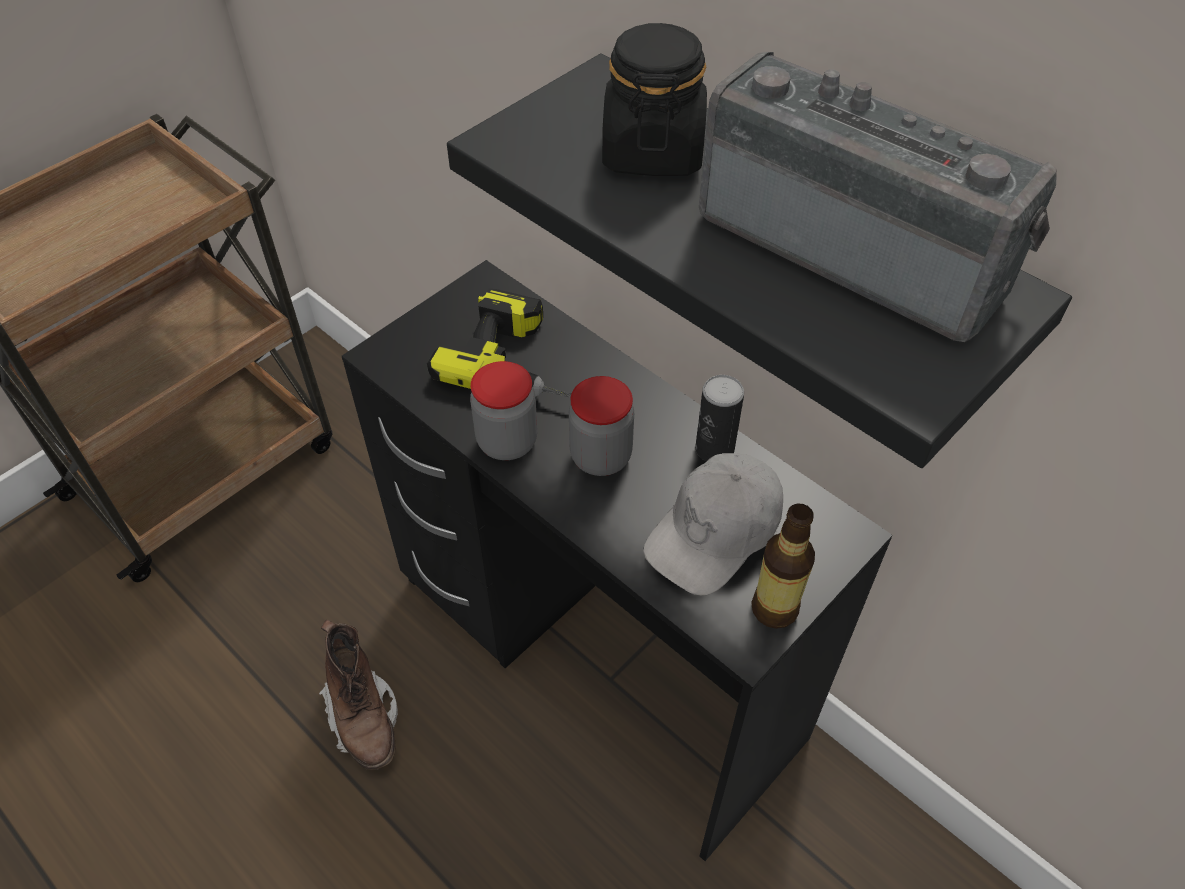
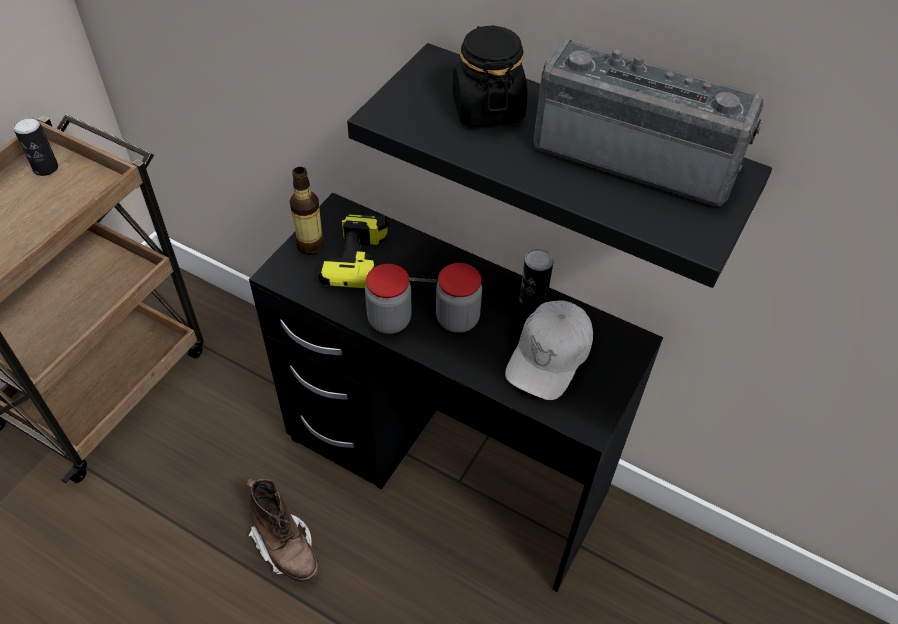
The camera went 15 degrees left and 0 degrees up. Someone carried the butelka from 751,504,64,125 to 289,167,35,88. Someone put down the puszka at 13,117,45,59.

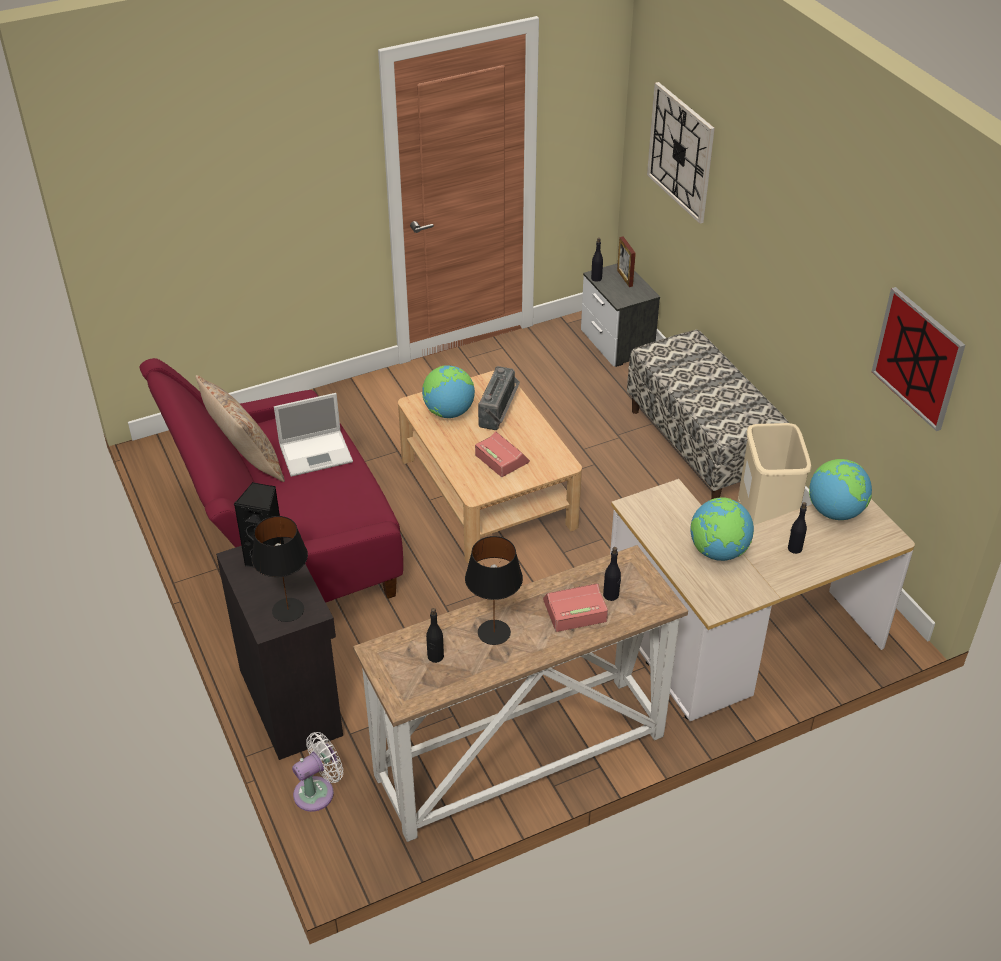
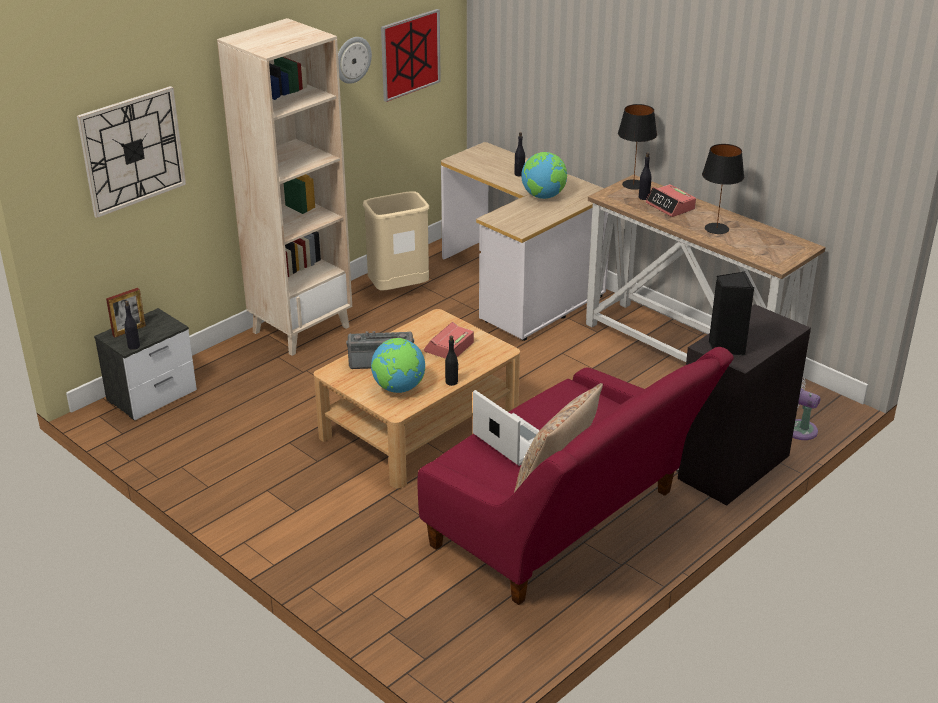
The camera went 110 degrees left and 10 degrees down. Someone swapped the ławka at 627,330,162,169 for the regał/beżowy at 217,18,135,338. Someone took away the globus at 809,459,63,61. Someone carried the lampa stołowa/czarny from 252,516,56,106 to 618,104,39,86. Someone carried the butelka/czarny from 426,608,18,55 to 445,336,13,50. Someone put up the zegar ścienny at 338,37,34,47.

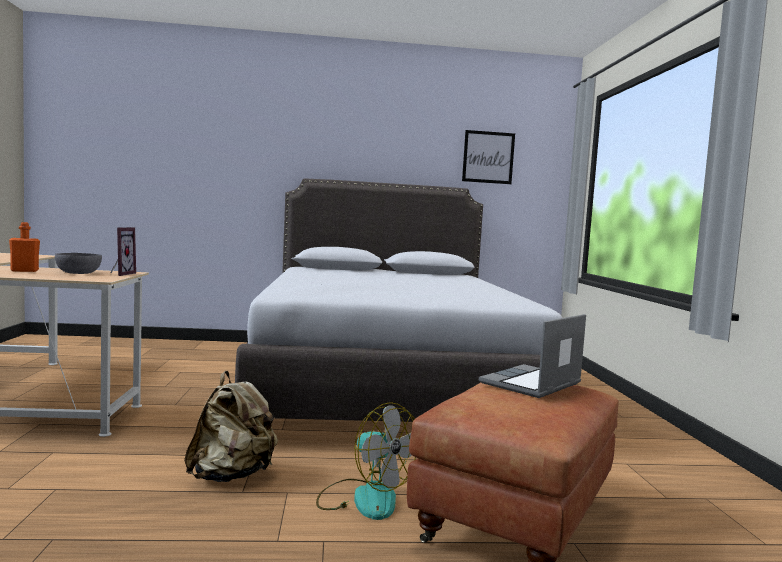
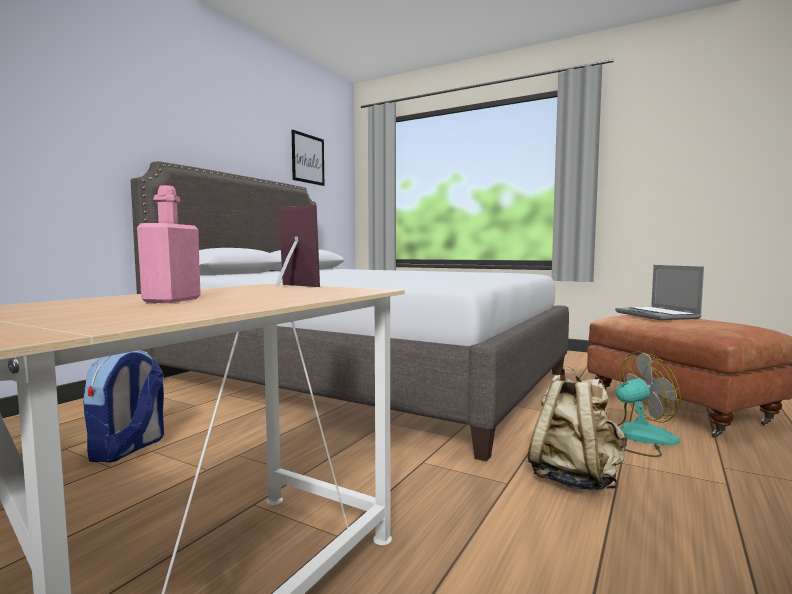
The camera went 55 degrees left and 0 degrees up. Someone repainted the butelka/pomarańczowy at 9,222,31,50, which became the butelka/różowy at 137,185,64,118. Someone took away the miska/szary at 55,253,47,21. Someone put down the plecak at 83,350,81,113.

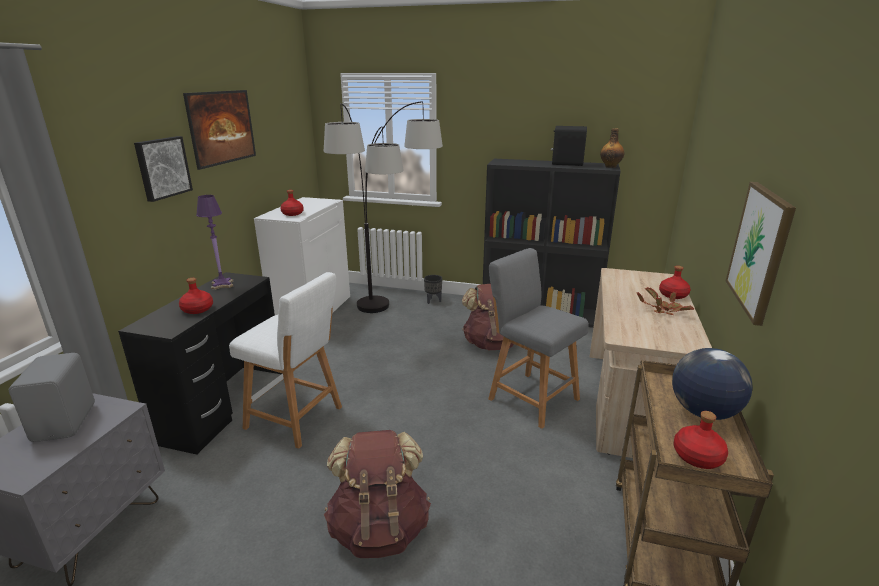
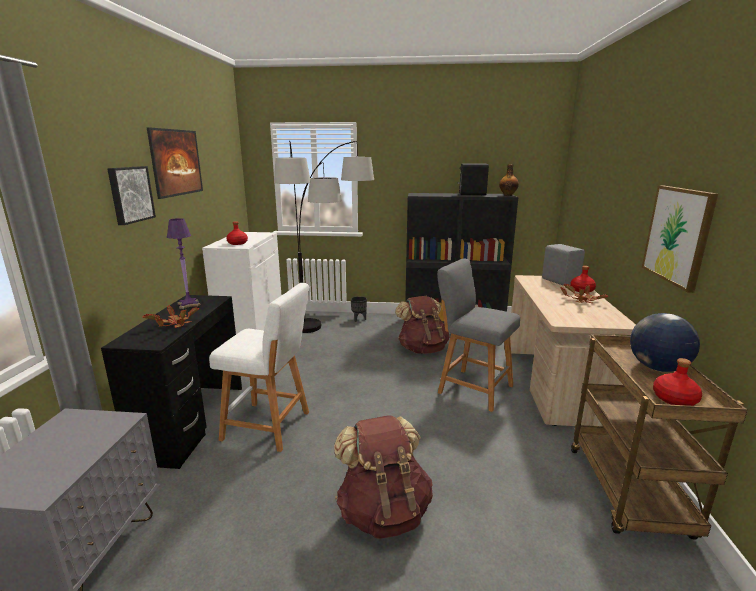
The camera went 10 degrees left and 5 degrees down. Someone swapped the butelka/czerwony at 179,278,34,36 for the roślina doniczkowa at 142,305,58,23. Someone carried the głośnik/szary from 9,353,86,89 to 542,244,43,41.

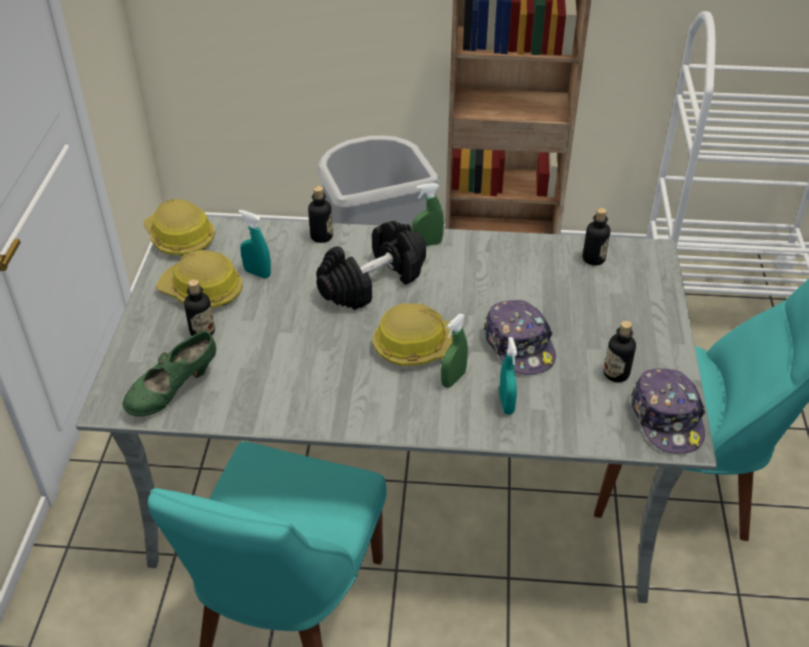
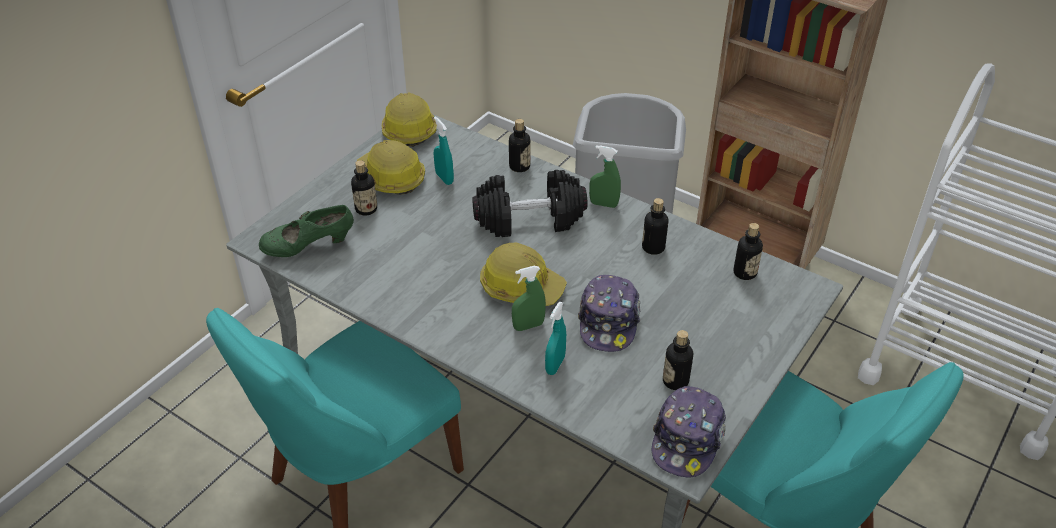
The camera went 30 degrees right and 0 degrees up. Someone put down the butelka at 642,198,26,57.

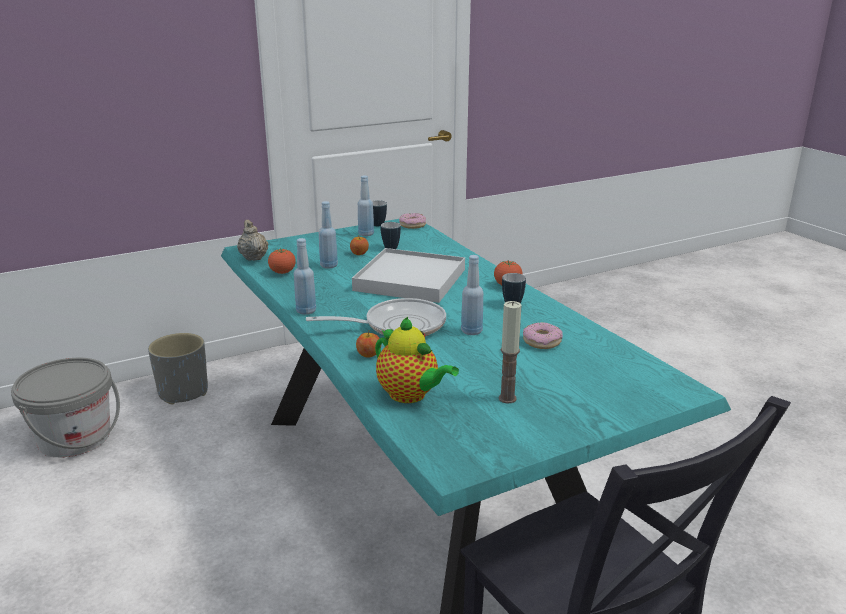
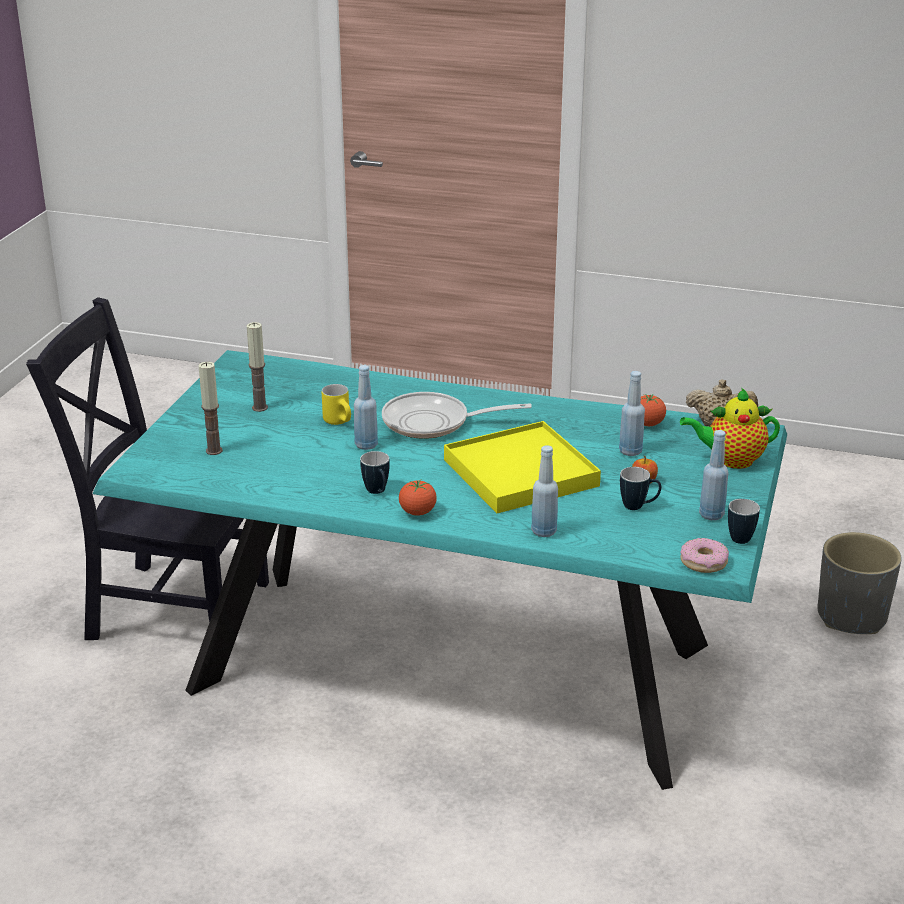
The camera went 135 degrees right and 5 degrees up. Someone carried the butelka/niebieski from 294,238,22,77 to 531,445,27,92. Someone repainted the taca/biały at 352,248,113,55, which became the taca/żółty at 444,421,157,92. Someone rotated the patelnia at 306,298,140,38 by 60 degrees clockwise. Someone carried the imbryk from 375,317,84,86 to 680,388,100,81. Someone took away the donut at 523,322,40,27. Someone took away the jabłko at 356,331,24,27. Someone took away the wiadro/szary at 11,358,109,100. Someone put down the świeca at 199,362,24,93. Someone put down the kubek/żółty at 322,384,29,41.

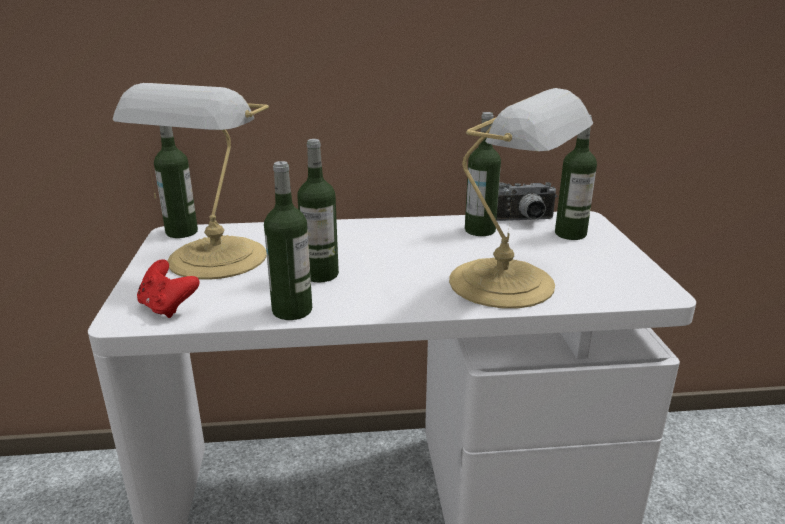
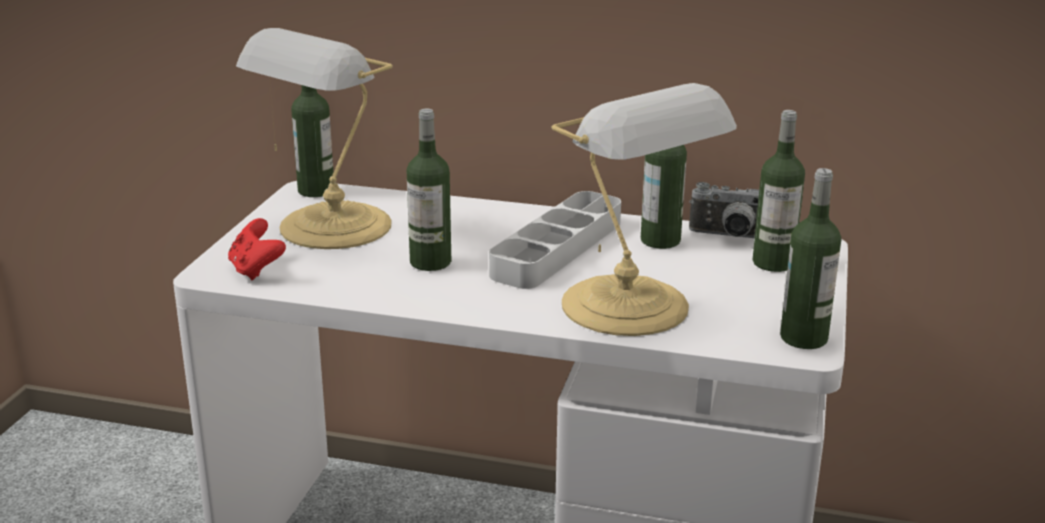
The camera went 20 degrees right and 0 degrees up. Someone carried the butelka from 264,161,48,159 to 780,168,61,181. Someone put down the taca/szary at 489,191,132,98.

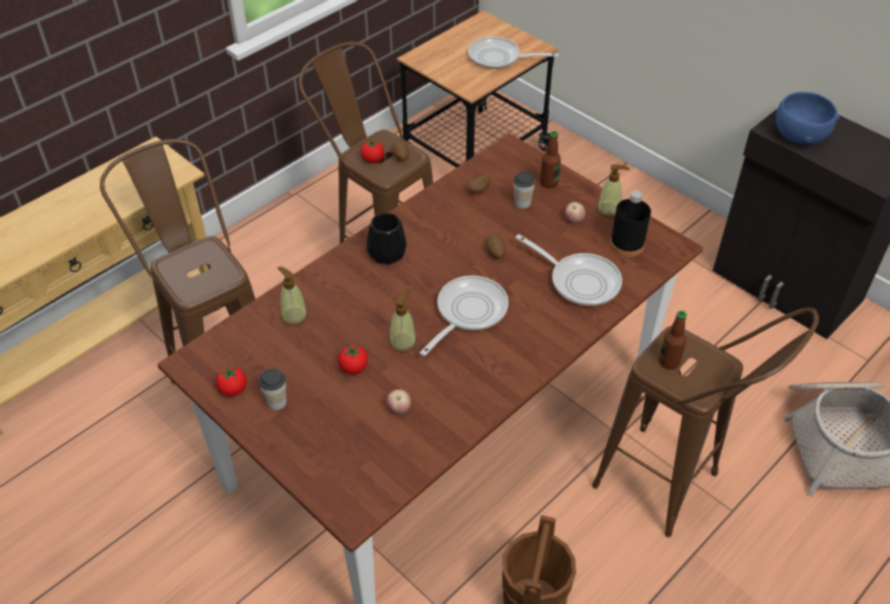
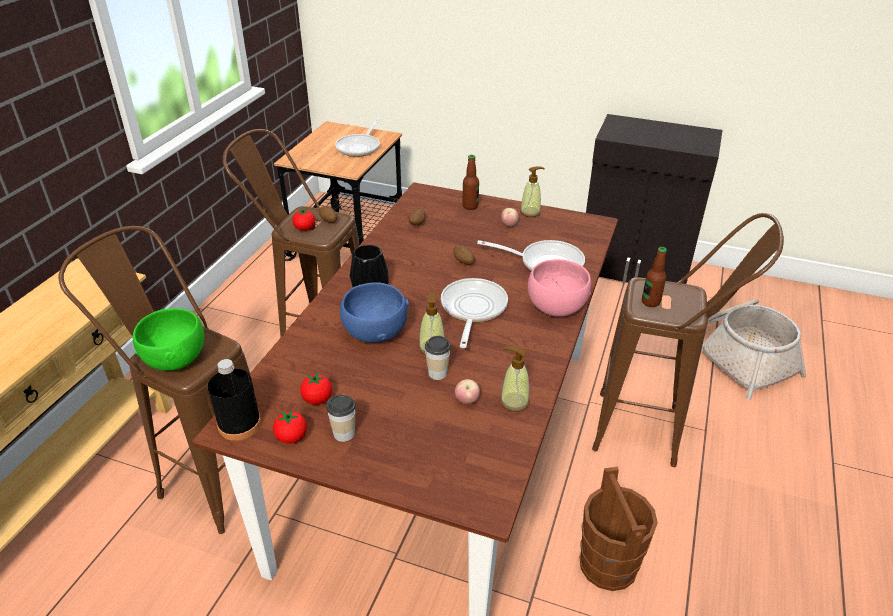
The camera went 25 degrees left and 10 degrees down. Someone rotated the patelnia at 468,37,90,32 by 60 degrees counterclockwise. Someone carried the miska/niebieski from 776,92,63,52 to 340,282,69,61. Someone carried the filiżanka from 513,171,22,38 to 425,336,26,44. Someone carried the butelka/czarny from 610,191,41,66 to 208,359,53,82. Someone carried the dozownik mydła from 278,267,30,59 to 500,346,30,66. Someone carried the pomidor from 338,345,30,29 to 300,371,32,33. Someone put down the miska/różowy at 528,259,63,58. Someone put down the miska/zielony at 133,308,71,63.

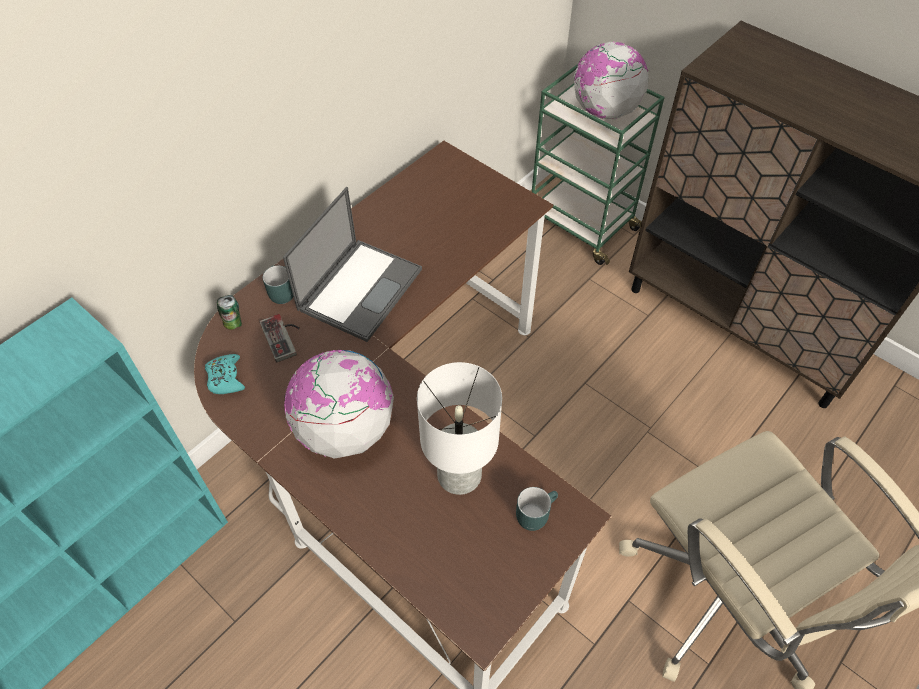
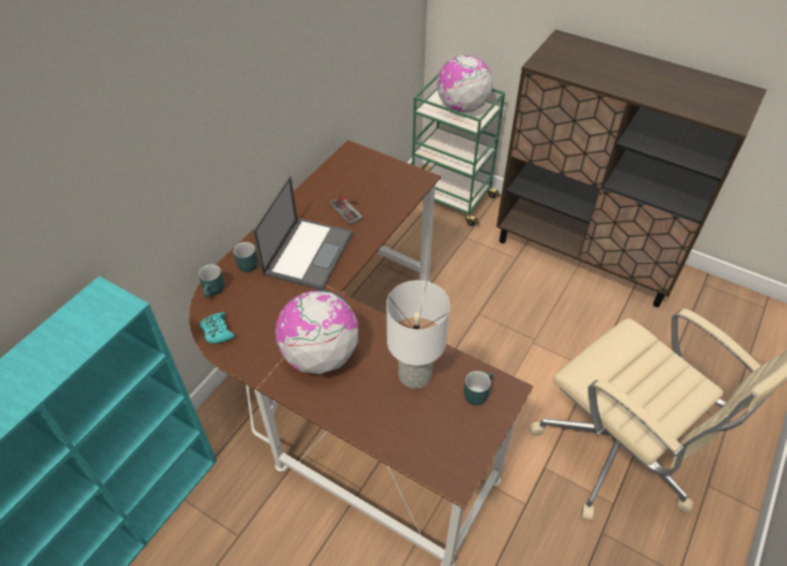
The camera went 10 degrees left and 5 degrees down. Someone swapped the puszka at 217,295,25,35 for the kubek/turkusowy at 198,264,26,34. Someone carried the pad do gier from 260,314,40,48 to 330,196,32,29.

